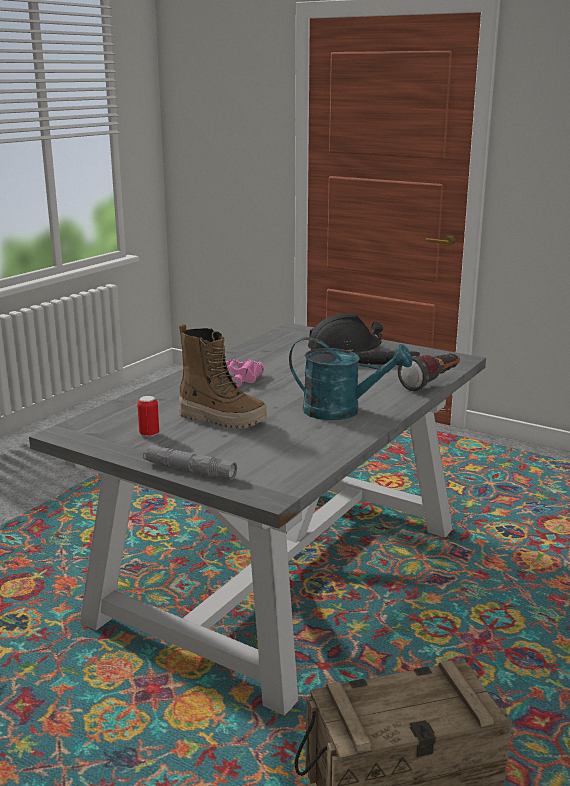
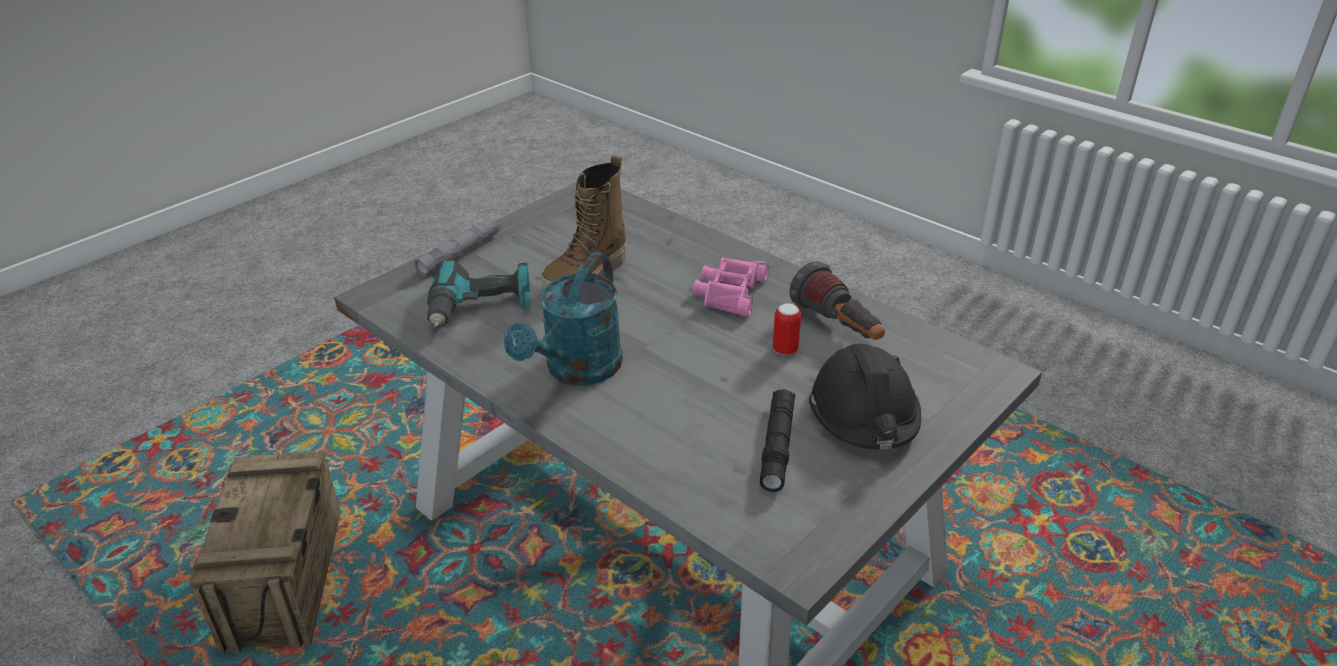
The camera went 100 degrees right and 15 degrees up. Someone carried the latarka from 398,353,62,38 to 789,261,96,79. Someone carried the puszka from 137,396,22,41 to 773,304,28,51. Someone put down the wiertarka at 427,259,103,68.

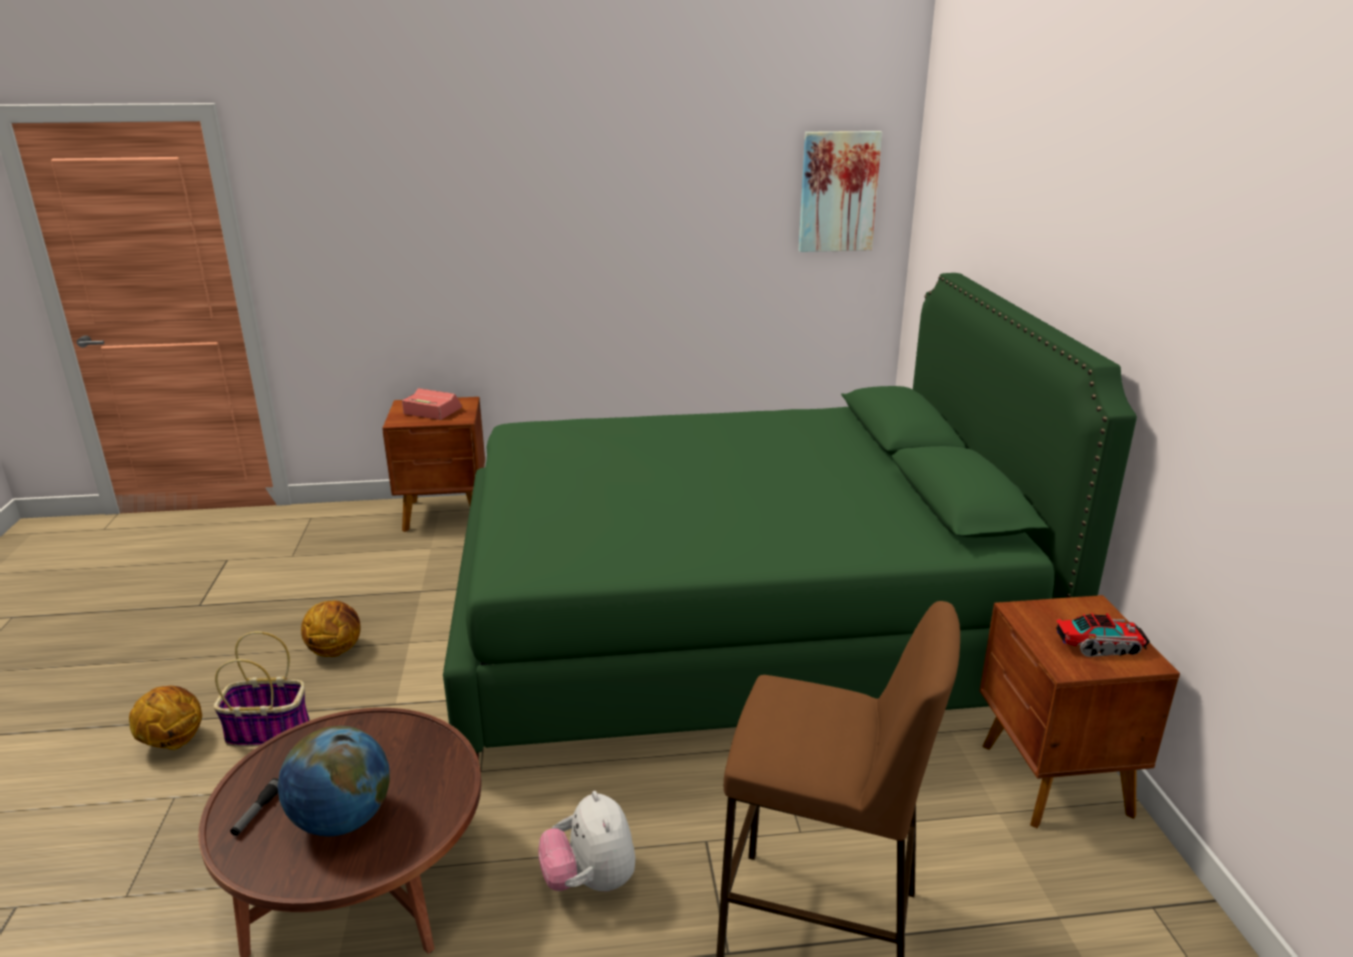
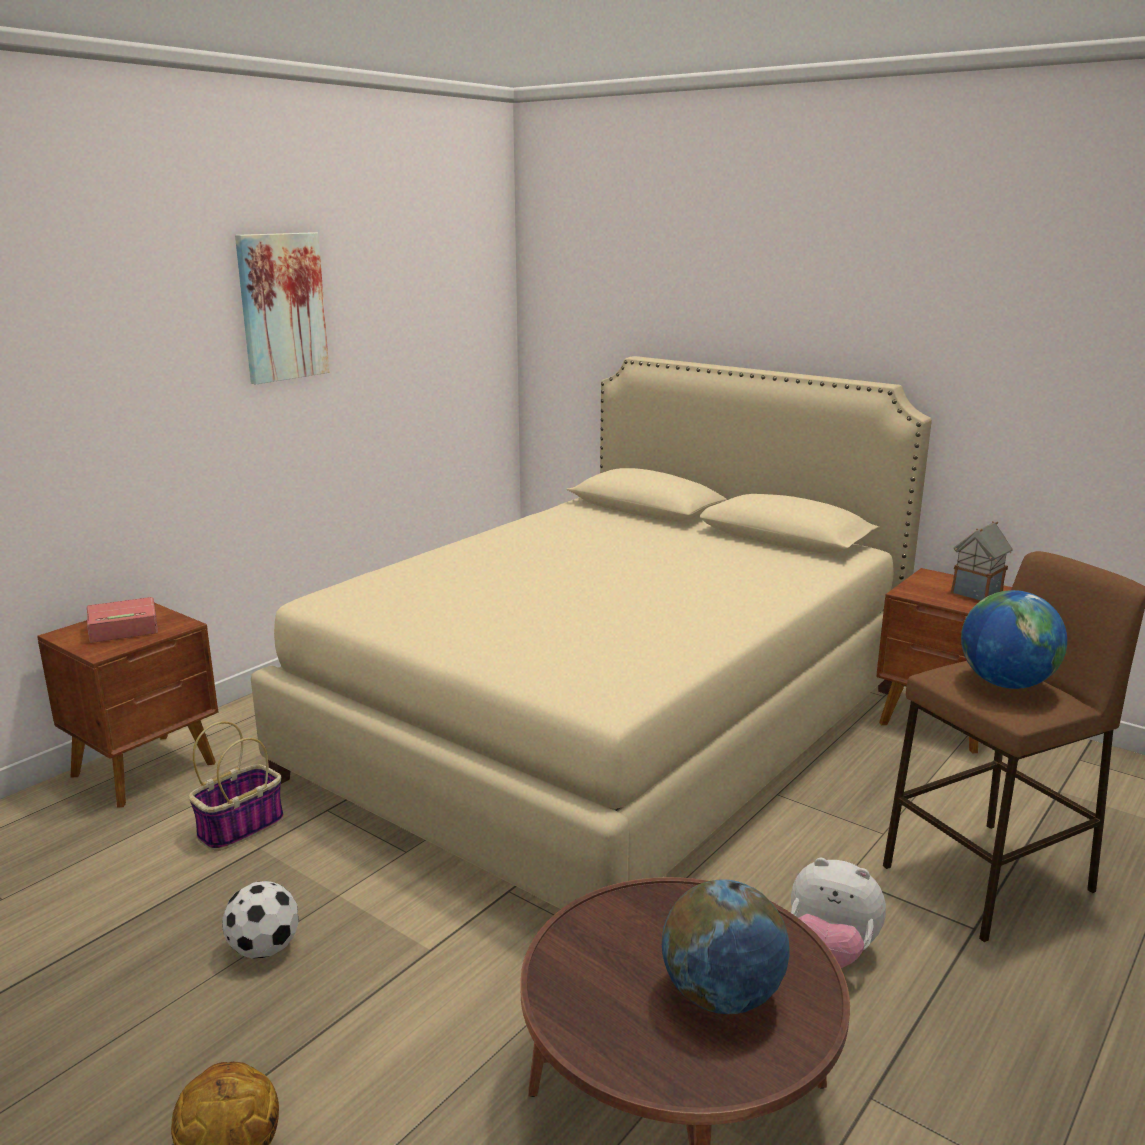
The camera went 45 degrees left and 5 degrees down. Someone carried the obraz from 799,131,83,121 to 235,232,94,152. Someone repainted the łóżko/zielony at 443,273,694,487, which became the łóżko/beżowy at 251,356,681,553. Someone swapped the piłka do koszykówki at 301,600,60,57 for the piłka futbolowa at 222,881,77,78. Someone swapped the ciężarówka zabawkowa at 1056,613,94,44 for the domek at 951,521,62,79. Someone carried the koszyk from 214,631,96,116 to 189,721,95,130. Someone took away the latarka at 230,778,48,58. Someone put down the globus at 961,590,106,99.

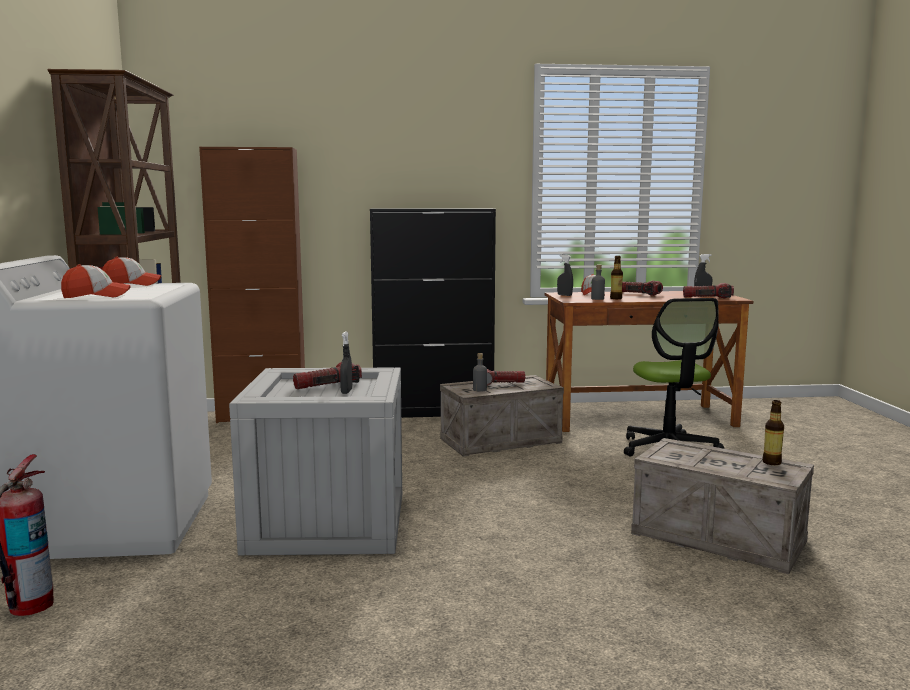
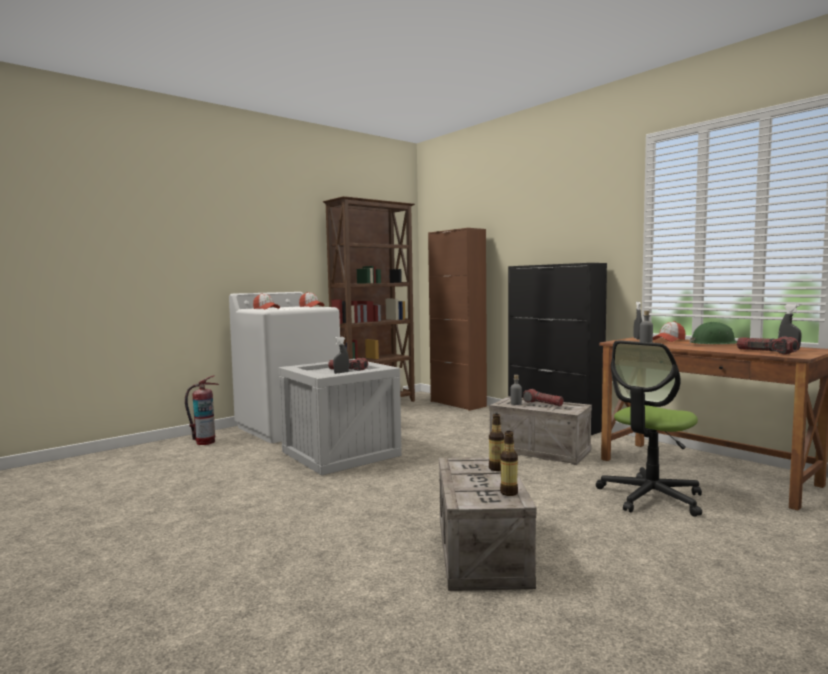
The camera went 55 degrees right and 5 degrees down. Someone carried the butelka from 610,256,13,43 to 489,414,15,57. Someone swapped the latarka at 622,281,41,15 for the kask/zielony at 690,322,47,22.

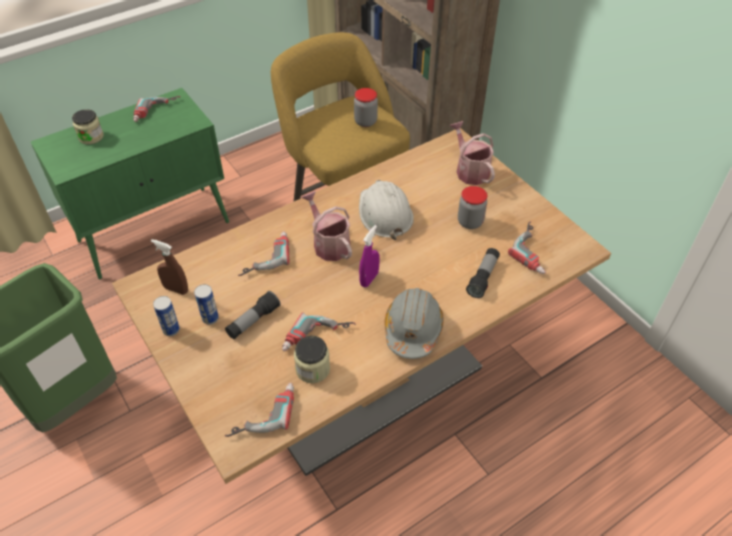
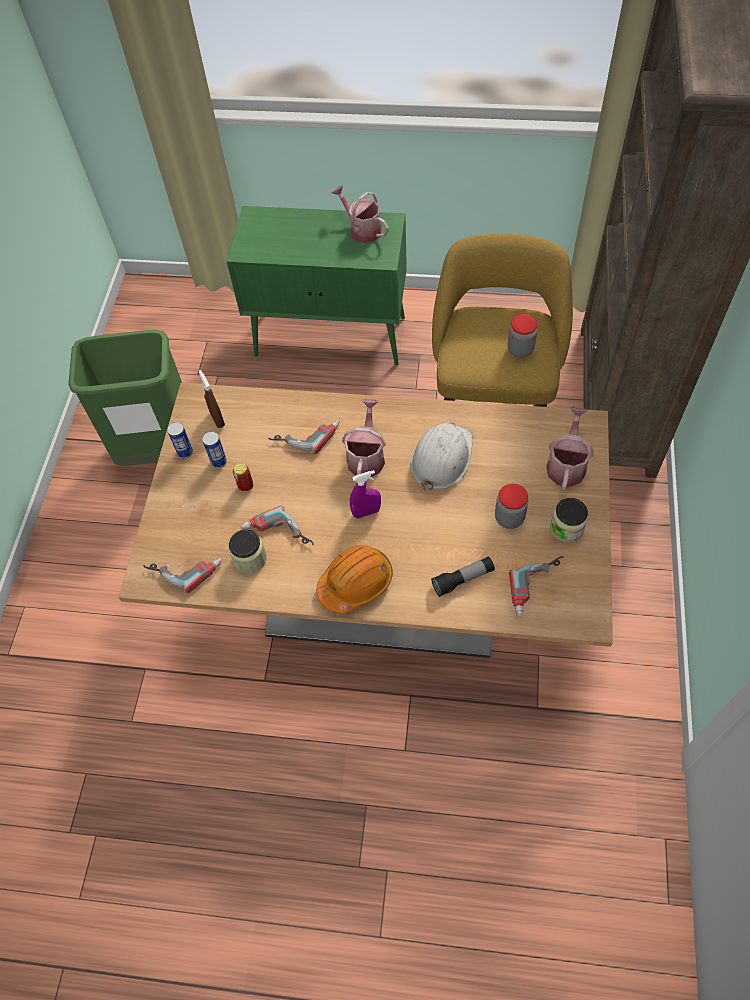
The camera went 45 degrees right and 10 degrees up. Someone swapped the wiertarka at 133,96,48,26 for the konewka at 331,185,58,58. Someone carried the słoik from 72,109,32,35 to 550,498,38,45. Someone repainted the kask/szary at 385,288,58,71, which became the kask/pomarańczowy at 316,545,77,69. Someone swapped the latarka at 225,291,56,48 for the puszka at 233,463,20,29.

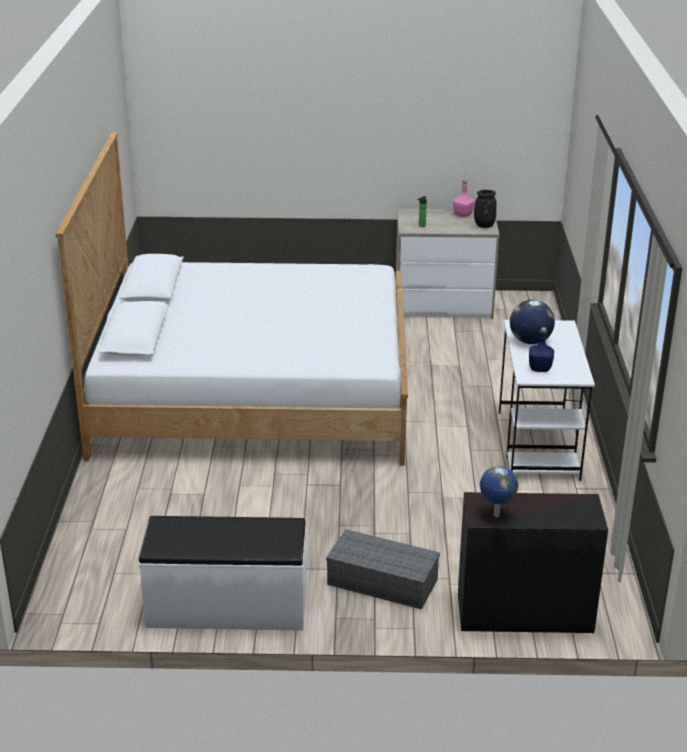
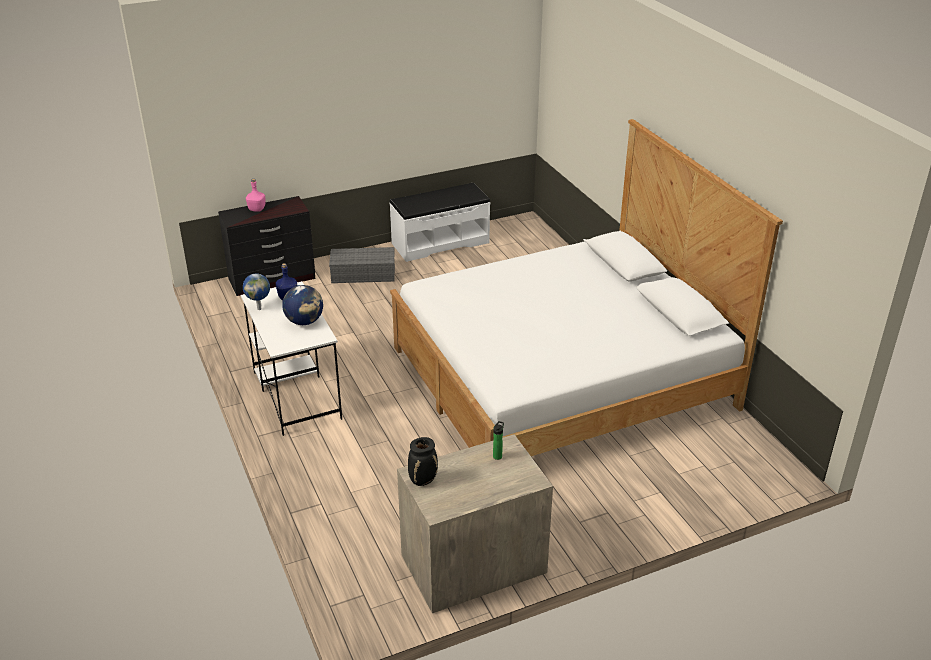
The camera went 155 degrees right and 5 degrees up. Someone carried the butelka/różowy from 453,181,22,36 to 246,179,19,33. Someone carried the globus from 480,466,38,51 to 243,273,27,37.

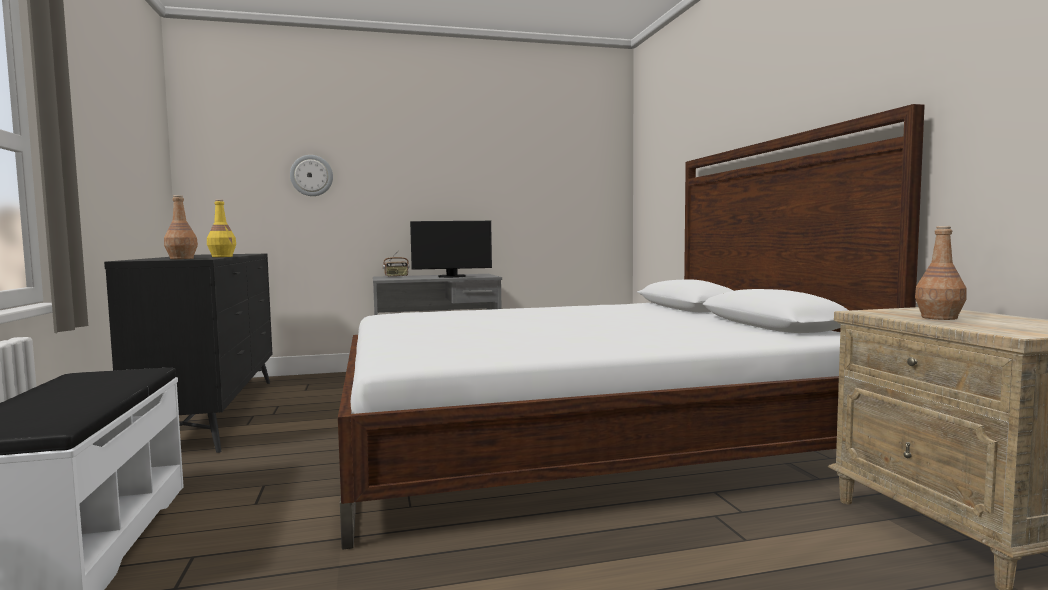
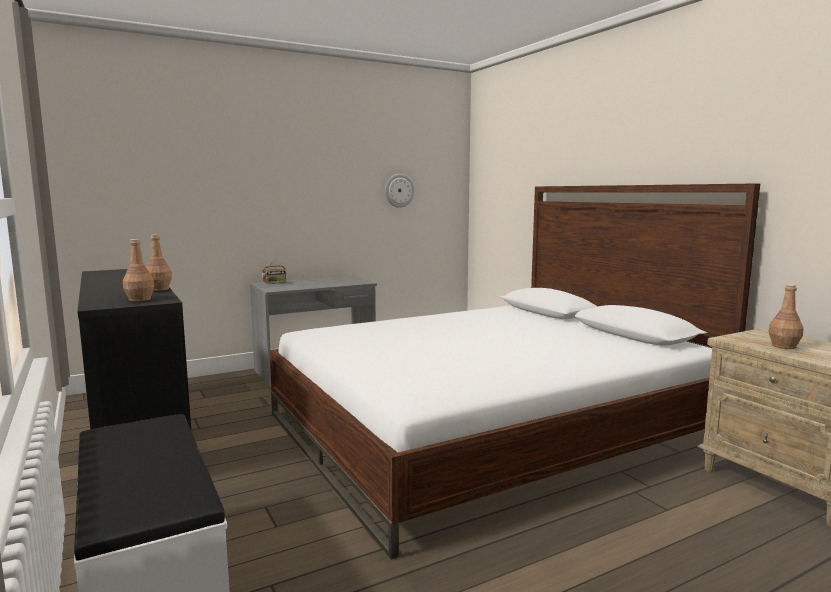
The camera went 15 degrees left and 5 degrees up. Someone carried the zegar ścienny from 290,155,43,41 to 385,174,30,34. Someone repainted the butelka/żółty at 207,199,29,58, which became the butelka/brązowy at 146,234,26,57. Someone took away the monitor at 410,221,82,57.

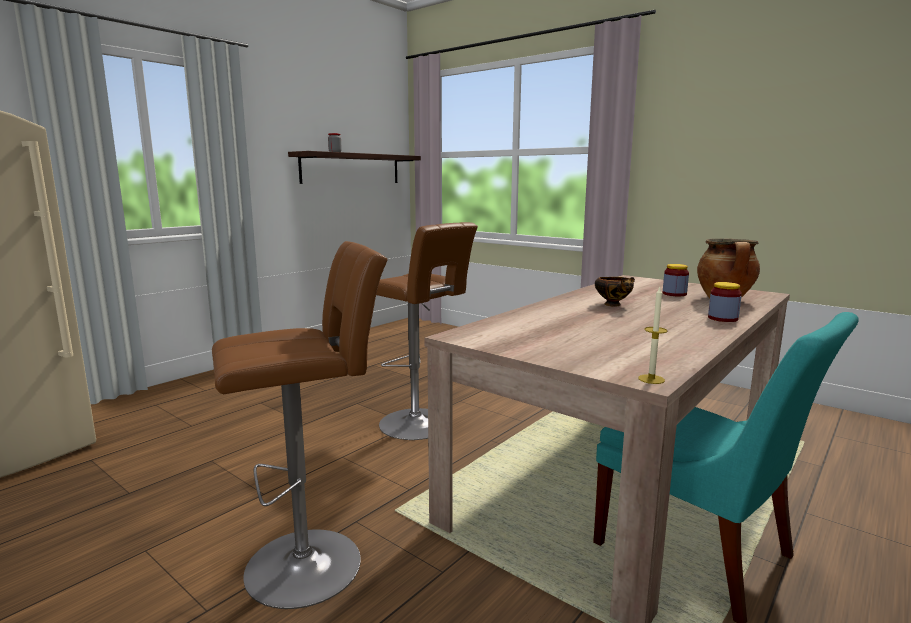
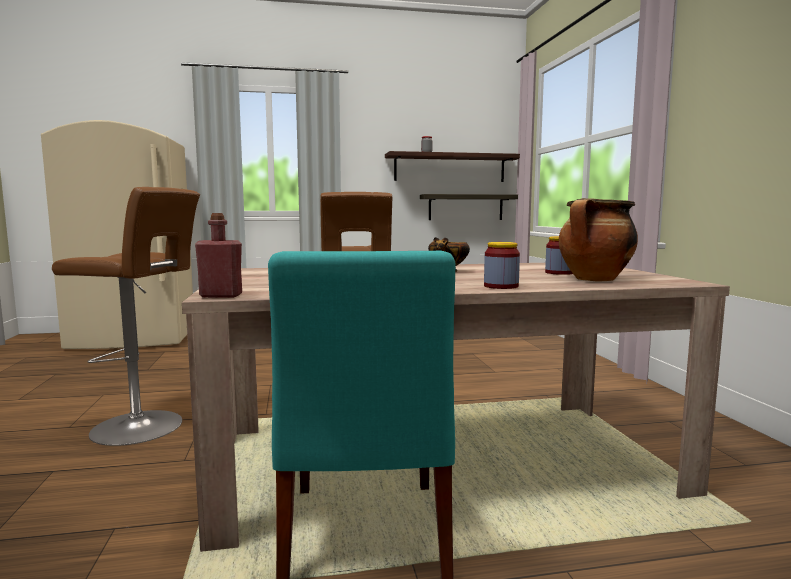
The camera went 40 degrees right and 5 degrees down. Someone swapped the świeca at 638,287,30,97 for the butelka/czerwony at 195,213,47,85. Someone put up the półka at 420,194,98,26.

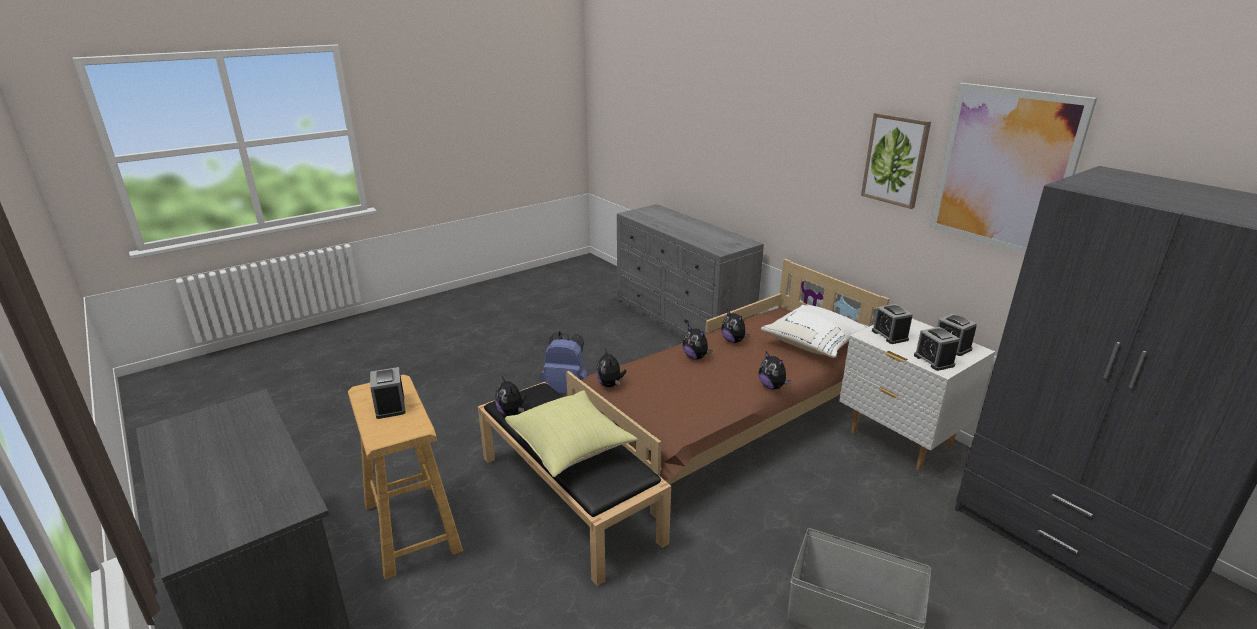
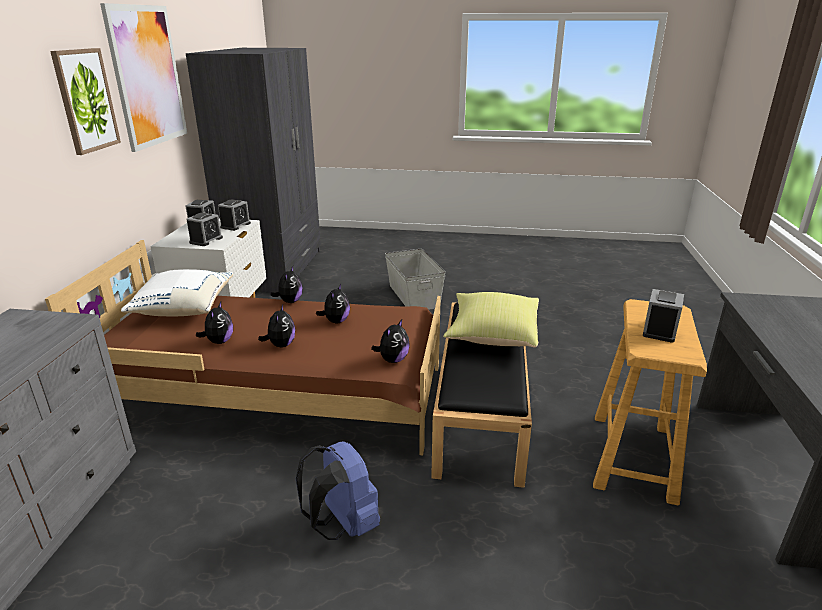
The camera went 135 degrees left and 0 degrees up. Someone carried the pluszak from 495,376,31,40 to 316,284,34,40.

